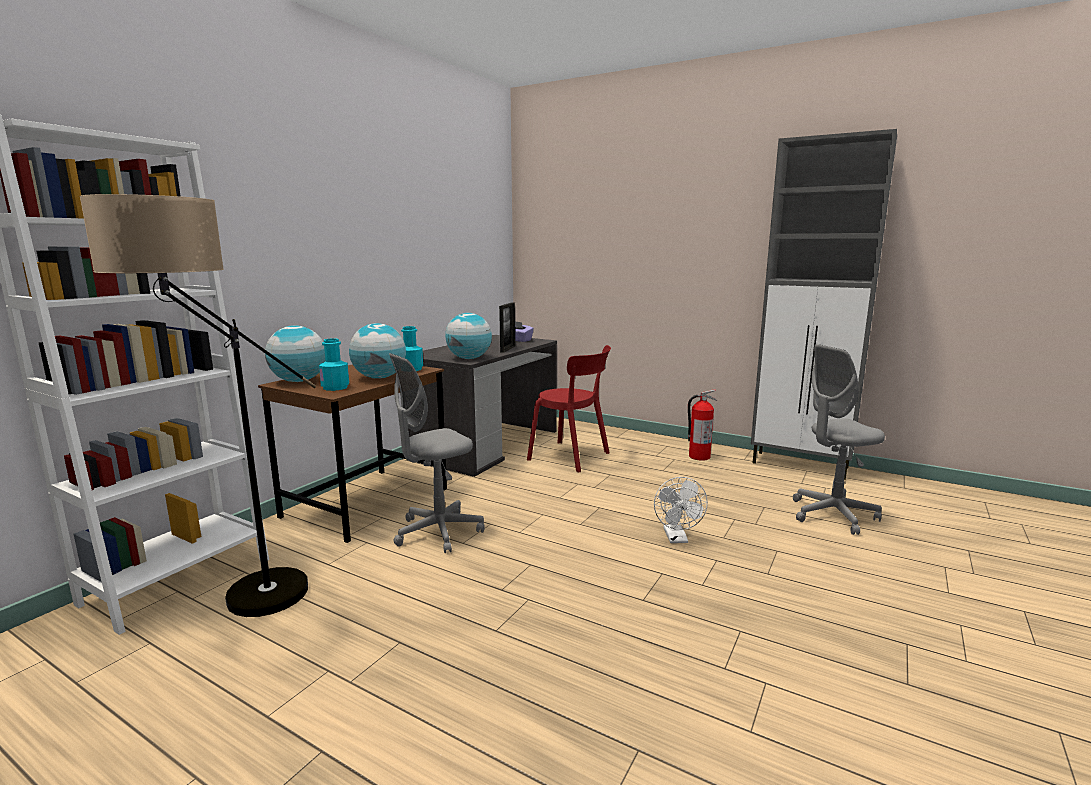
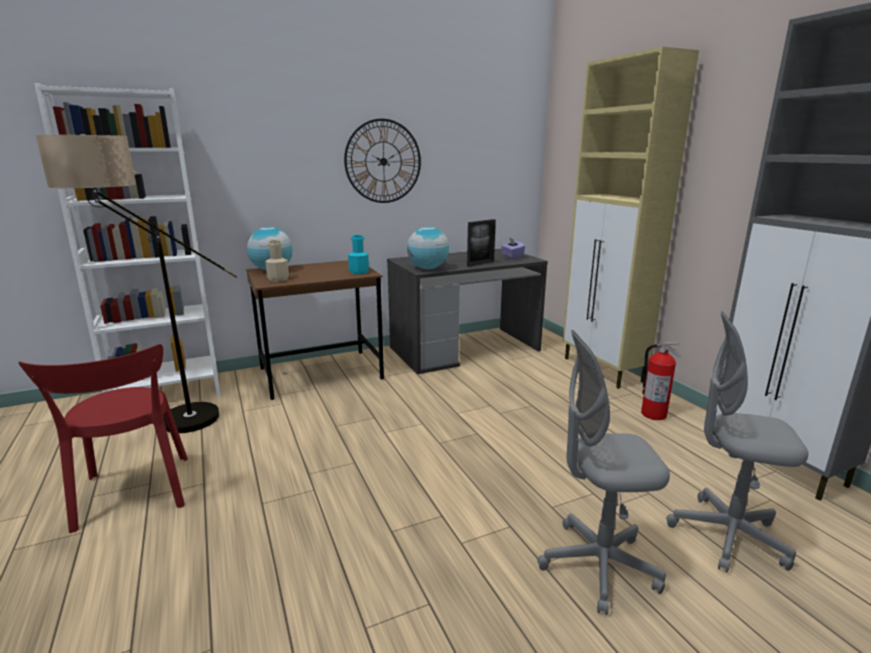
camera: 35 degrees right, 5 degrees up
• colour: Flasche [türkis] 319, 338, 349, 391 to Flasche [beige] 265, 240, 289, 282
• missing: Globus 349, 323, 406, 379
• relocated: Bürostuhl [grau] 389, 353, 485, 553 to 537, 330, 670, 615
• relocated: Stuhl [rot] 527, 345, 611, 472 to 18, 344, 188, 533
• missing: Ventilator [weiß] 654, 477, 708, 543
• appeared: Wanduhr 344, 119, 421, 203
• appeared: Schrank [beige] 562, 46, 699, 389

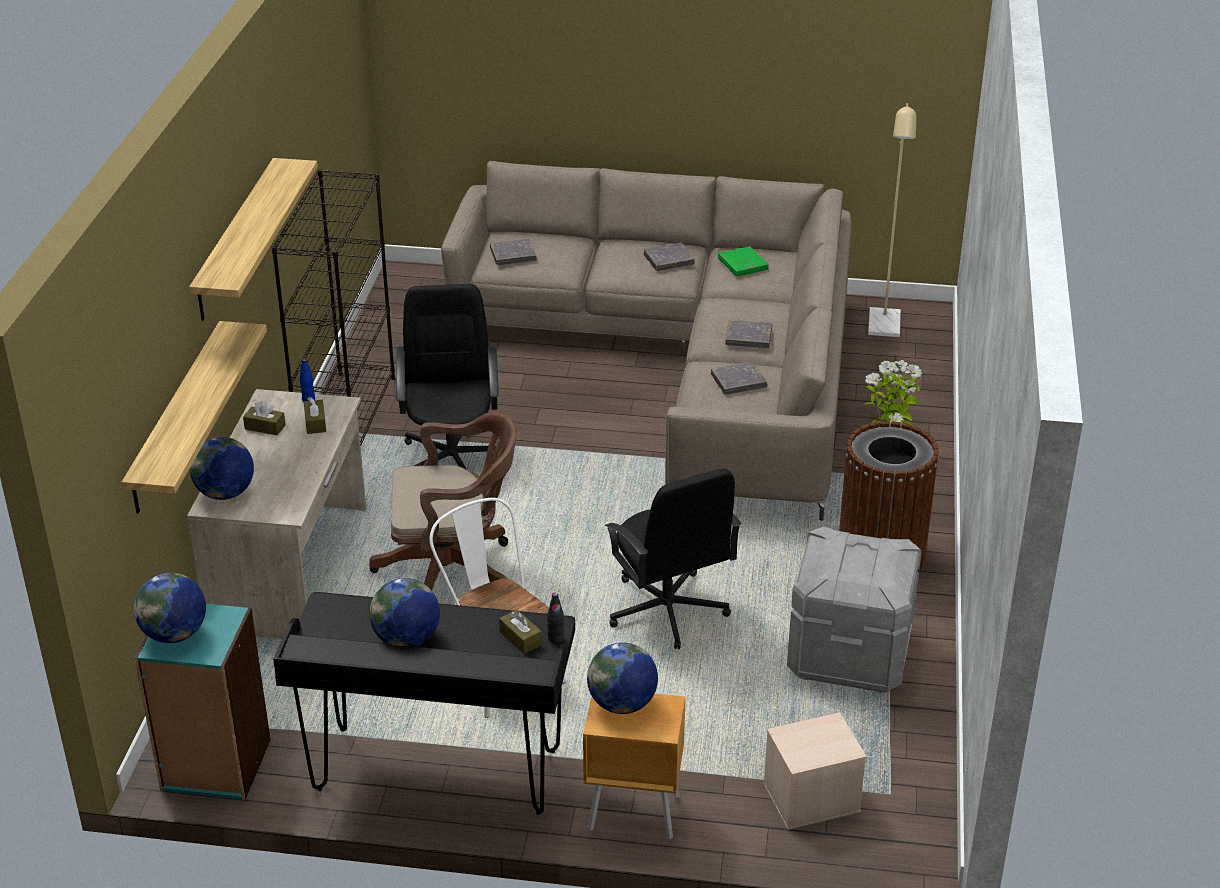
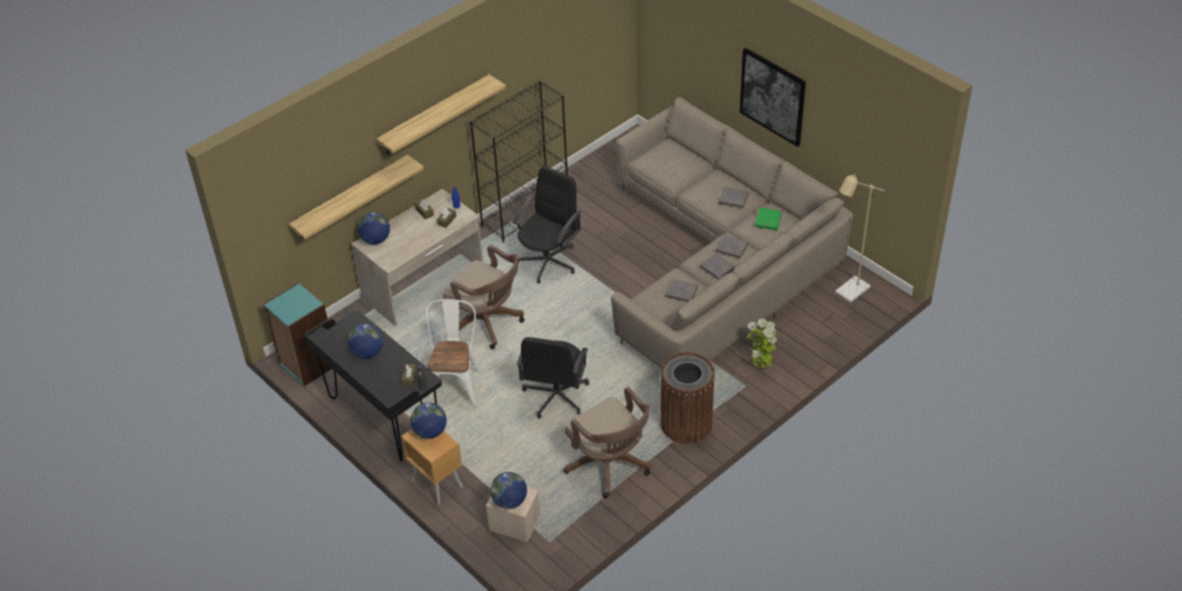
camera: 40 degrees right, 10 degrees up
• relocated: Globus 134, 573, 206, 643 to 490, 472, 527, 509
• relocated: Buch [grau] 490, 239, 537, 265 to 716, 235, 748, 259
• exchanged: Aufbewahrungsbox [grau] 787, 526, 922, 693 to Bürostuhl [braun] 564, 387, 651, 498
• appeared: Bild 740, 48, 806, 147

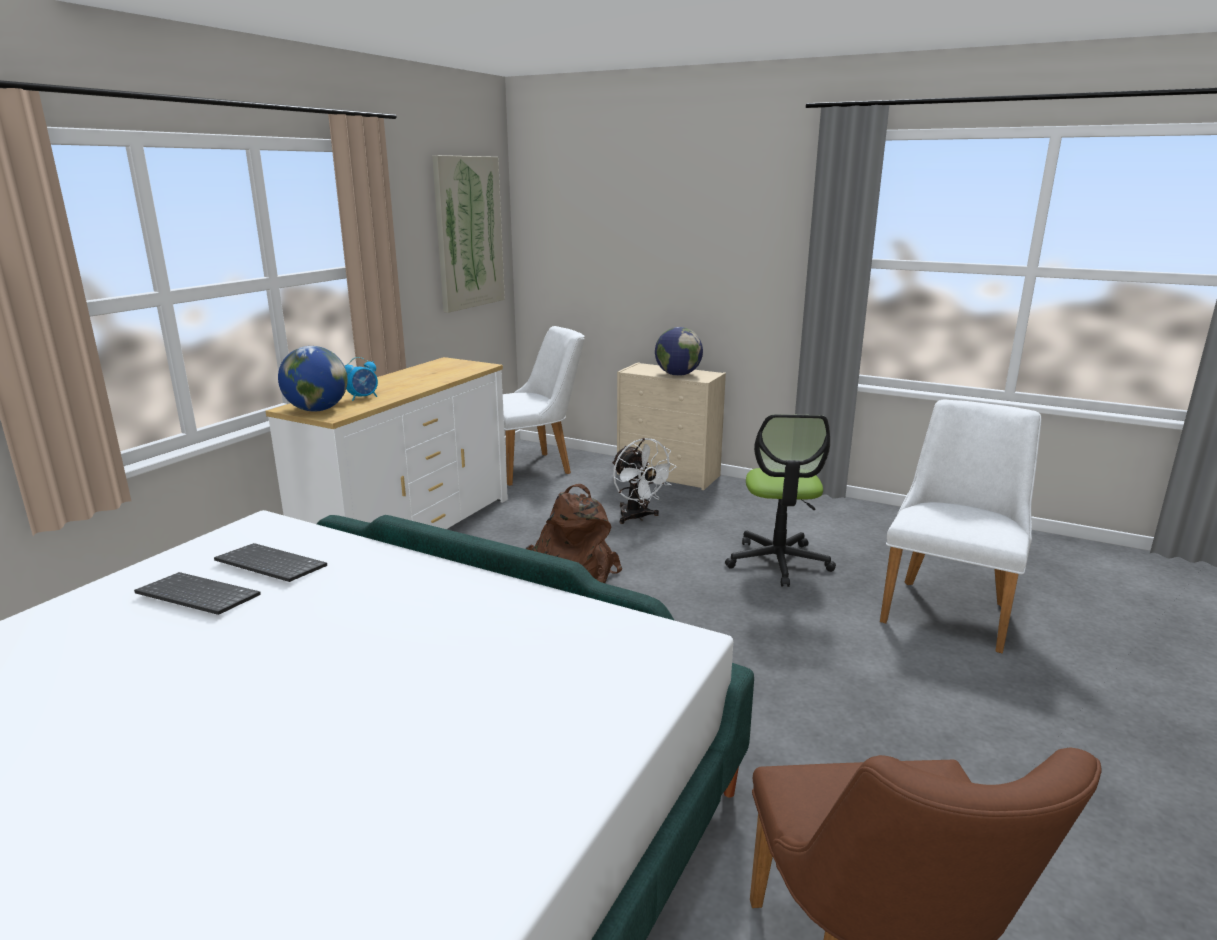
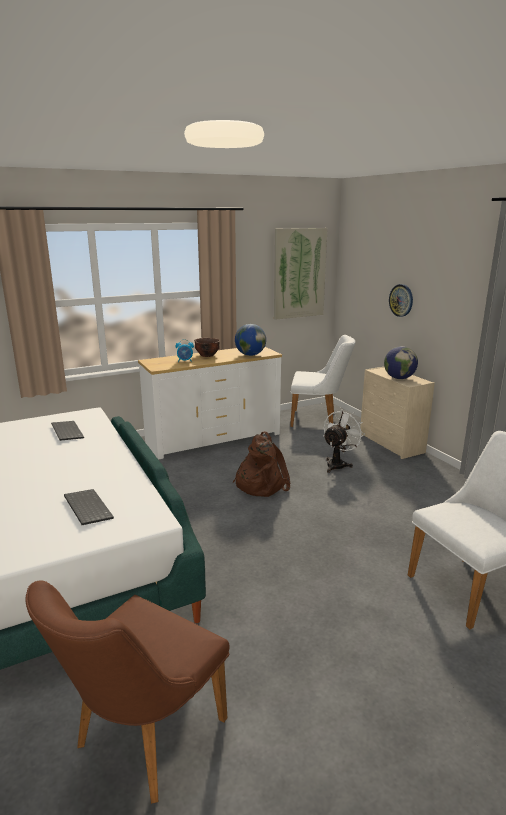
camera: 35 degrees right, 0 degrees up
• relocated: Tastatur 134, 572, 261, 615 to 64, 489, 114, 525
• relocated: Globus 278, 346, 348, 412 to 235, 324, 266, 356
• spun: Ventilator [weiß] 612, 438, 677, 524 = 323, 409, 365, 473 150 degrees counterclockwise
• missing: Bürostuhl 725, 414, 836, 587
• appeared: Schüssel [braun] 194, 338, 220, 357
• appeared: Wanduhr 389, 284, 413, 317

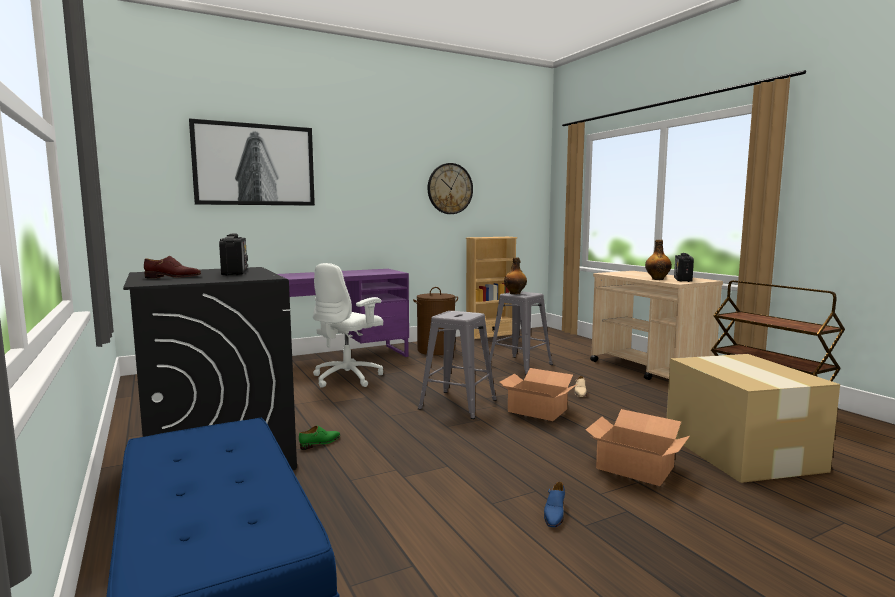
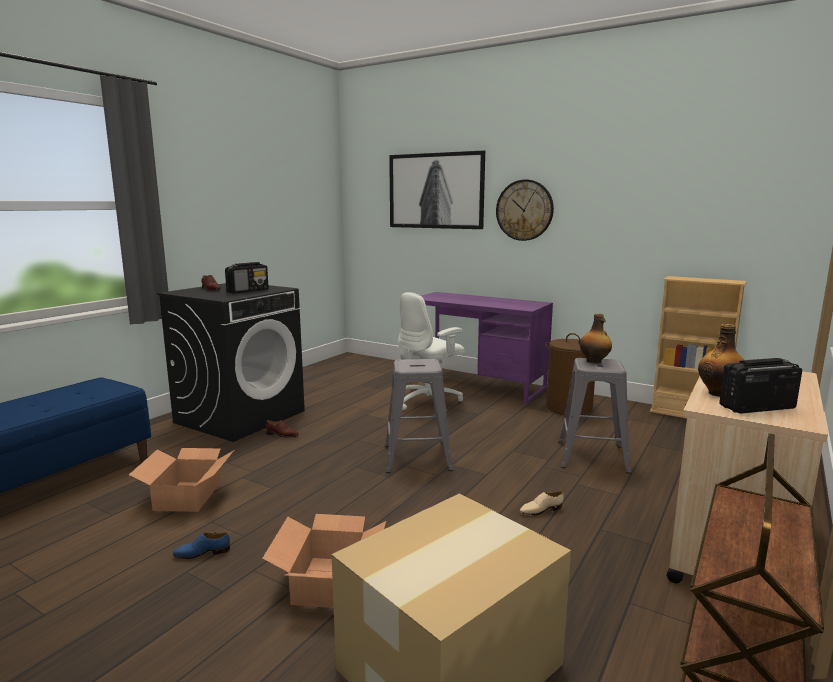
camera: 60 degrees right, 5 degrees up
• colour: Schuh [grün] 299, 425, 340, 450 to Schuh [braun] 266, 420, 299, 438
• spun: Bürostuhl [weiß] 313, 263, 383, 388 = 397, 292, 465, 411 45 degrees counterclockwise
• relocated: Wanduhr 428, 163, 473, 214 to 496, 179, 554, 241
• relocated: Karton 500, 368, 577, 421 to 129, 448, 234, 512

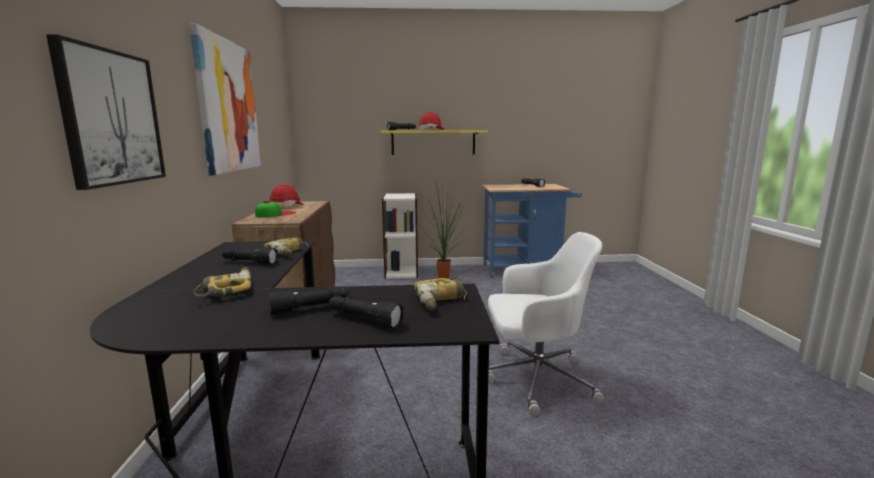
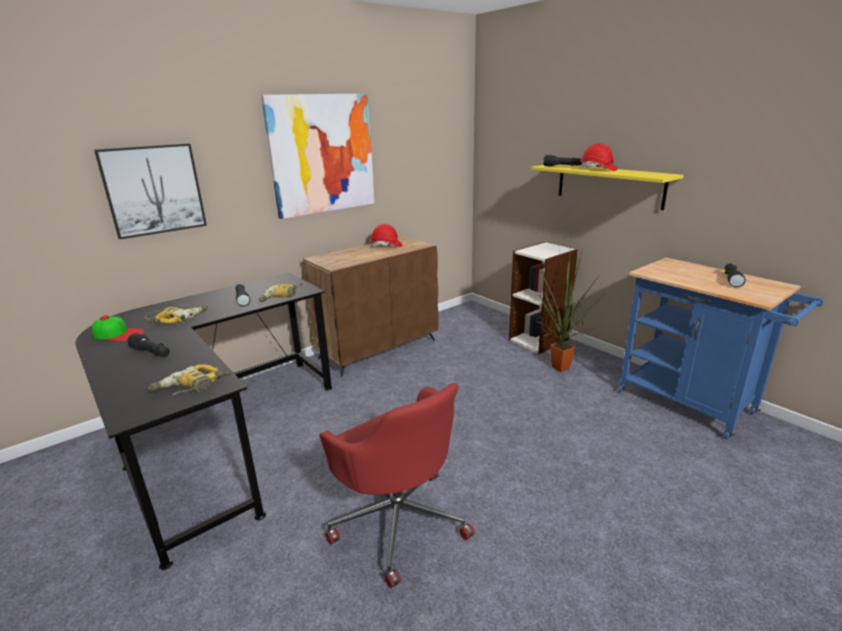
camera: 55 degrees right, 10 degrees up
• relocated: Kappe 255, 200, 296, 218 to 92, 315, 144, 341
• missing: Taschenlampe [schwarz] 329, 296, 404, 329
• colour: Bürostuhl [weiß] 488, 232, 604, 416 to Bürostuhl [rot] 319, 383, 475, 588

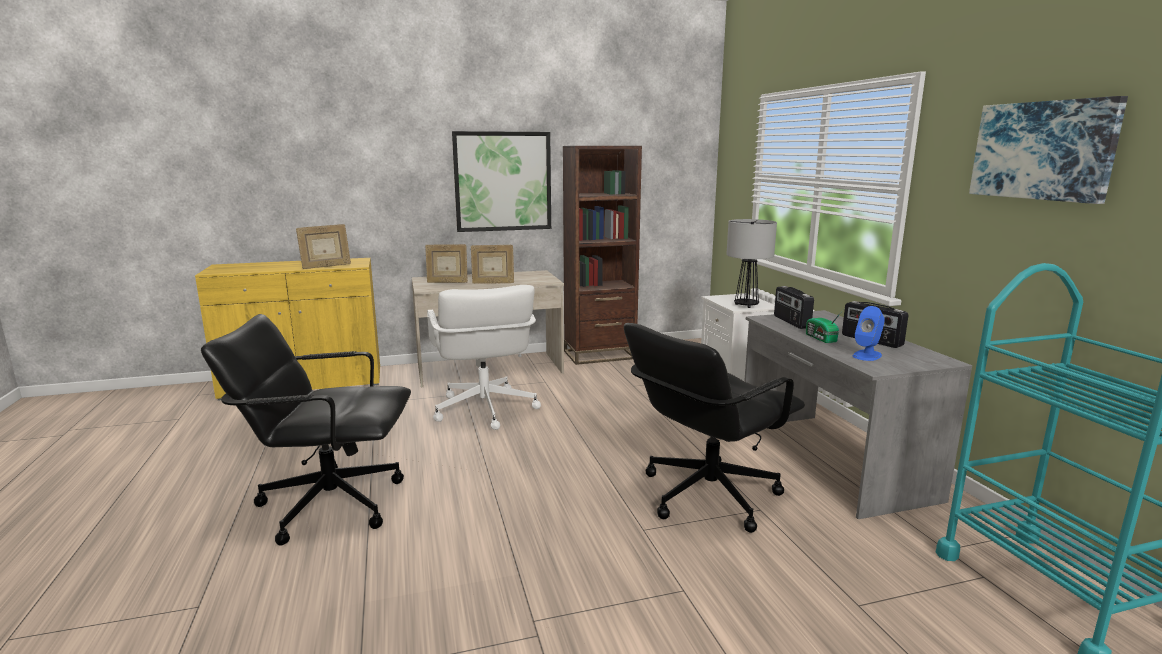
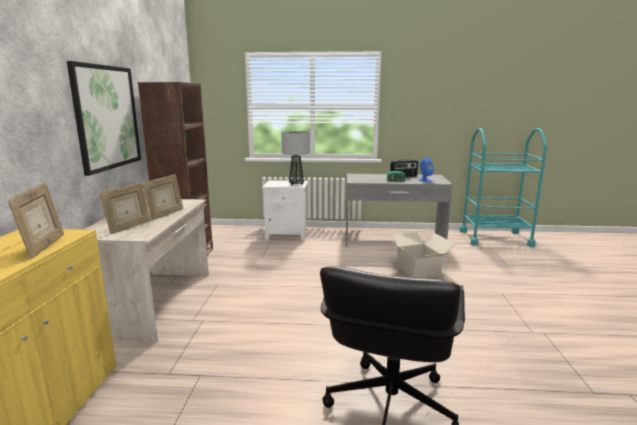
camera: 70 degrees left, 0 degrees up
• missing: Bürostuhl [weiß] 427, 285, 541, 430
• exchanged: Bürostuhl [schwarz] 624, 323, 805, 533 to Karton 388, 232, 454, 278
• missing: Radio 774, 286, 814, 329
• missing: Bild 969, 96, 1128, 204

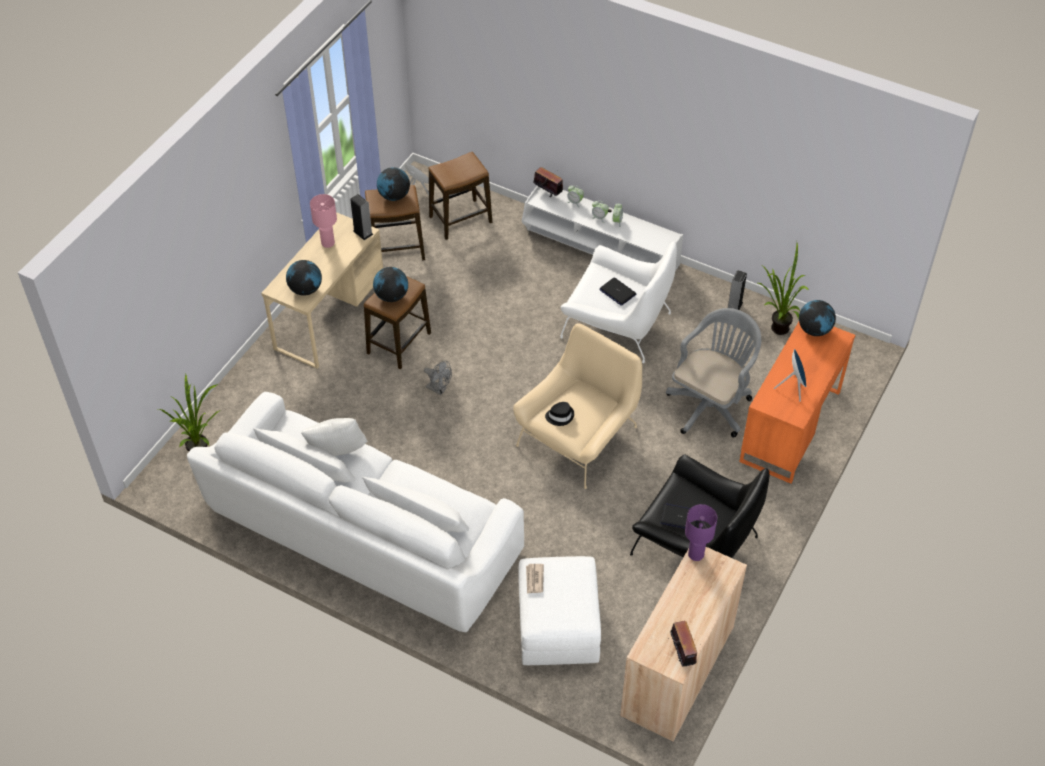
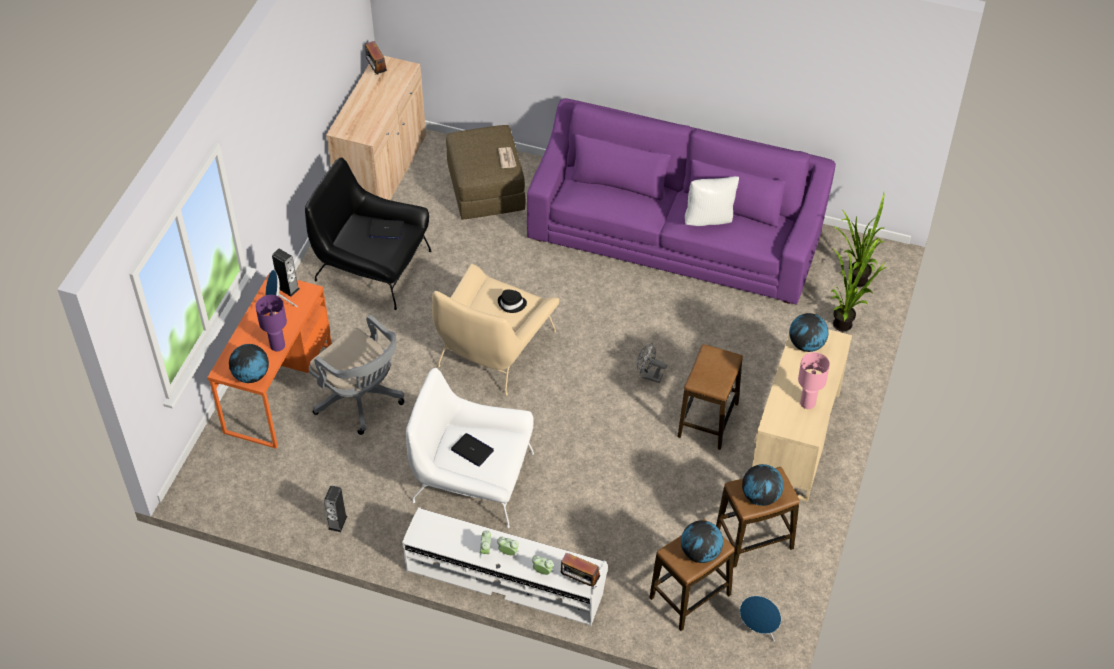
camera: 170 degrees right, 0 degrees up
• colour: Sofa [weiß] 187, 392, 524, 632 to Sofa [lila] 527, 98, 836, 305
• relocated: Lautsprecher 350, 194, 373, 240 to 272, 248, 300, 297
• relocated: Globus 373, 267, 408, 302 to 681, 520, 723, 563
• colour: Polsterhocker [weiß] 518, 556, 601, 665 to Polsterhocker [braun] 446, 125, 525, 219
• spun: Bürostuhl [grau] 666, 308, 761, 438 = 309, 315, 404, 435 75 degrees counterclockwise
• relocated: Tischlampe [lila] 685, 504, 717, 561 to 256, 295, 287, 351
• relocated: Topfpflanze 758, 243, 809, 335 to 831, 238, 888, 332

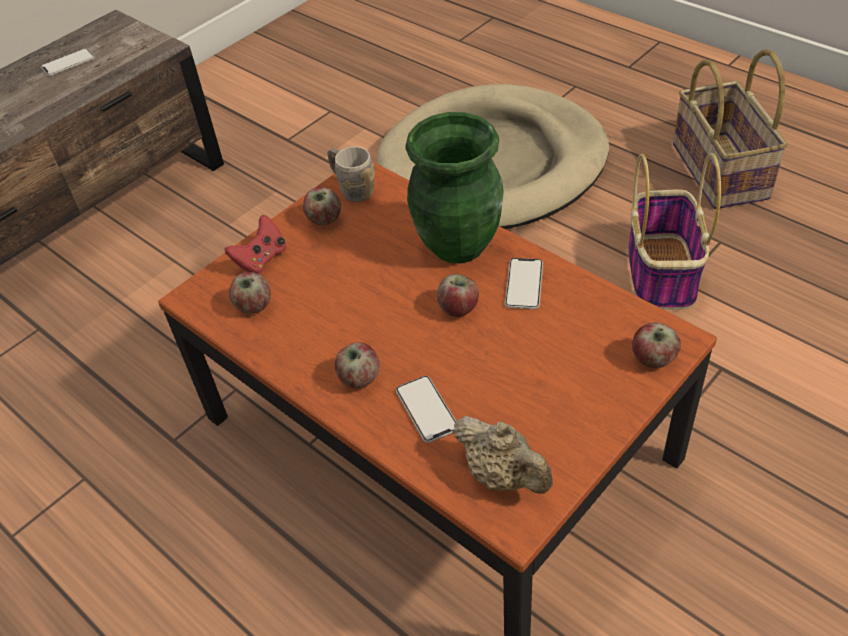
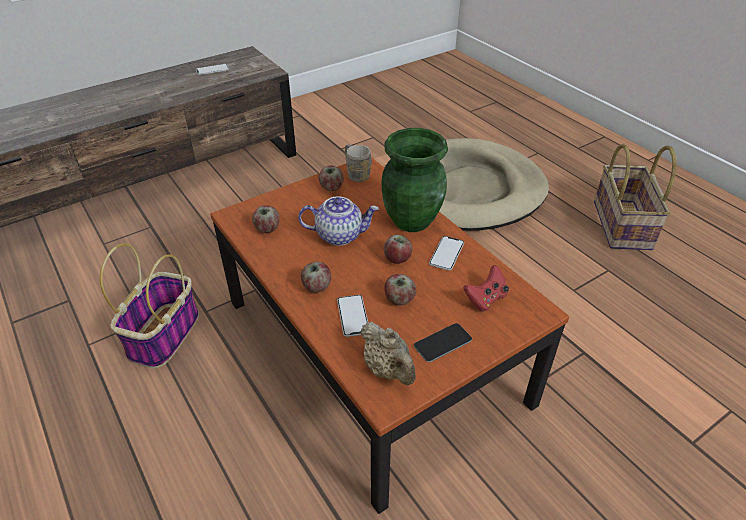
camera: 10 degrees right, 5 degrees down
• relocated: Gamepad [rot] 225, 215, 286, 274 to 463, 265, 509, 312
• relocated: Korb 628, 153, 721, 310 to 100, 243, 199, 369
• relocated: Apfel 632, 322, 681, 368 to 384, 274, 416, 305
• appeared: Teekanne 298, 196, 379, 246
• appeared: Handy 414, 323, 472, 362

